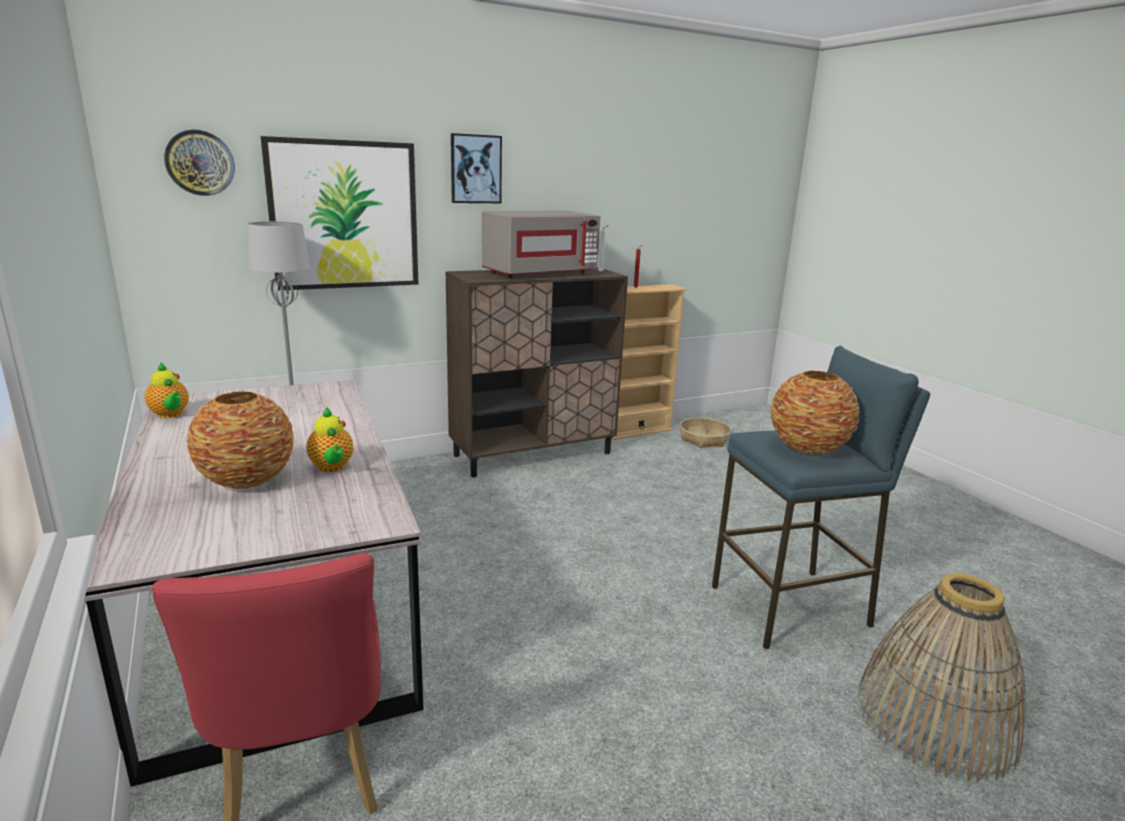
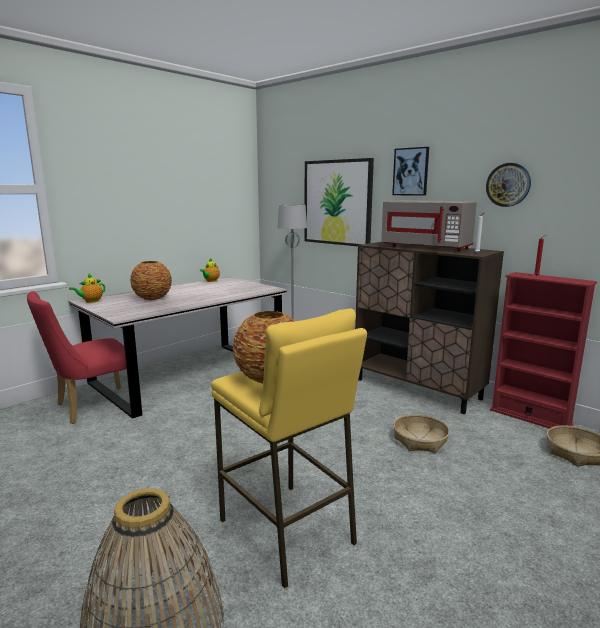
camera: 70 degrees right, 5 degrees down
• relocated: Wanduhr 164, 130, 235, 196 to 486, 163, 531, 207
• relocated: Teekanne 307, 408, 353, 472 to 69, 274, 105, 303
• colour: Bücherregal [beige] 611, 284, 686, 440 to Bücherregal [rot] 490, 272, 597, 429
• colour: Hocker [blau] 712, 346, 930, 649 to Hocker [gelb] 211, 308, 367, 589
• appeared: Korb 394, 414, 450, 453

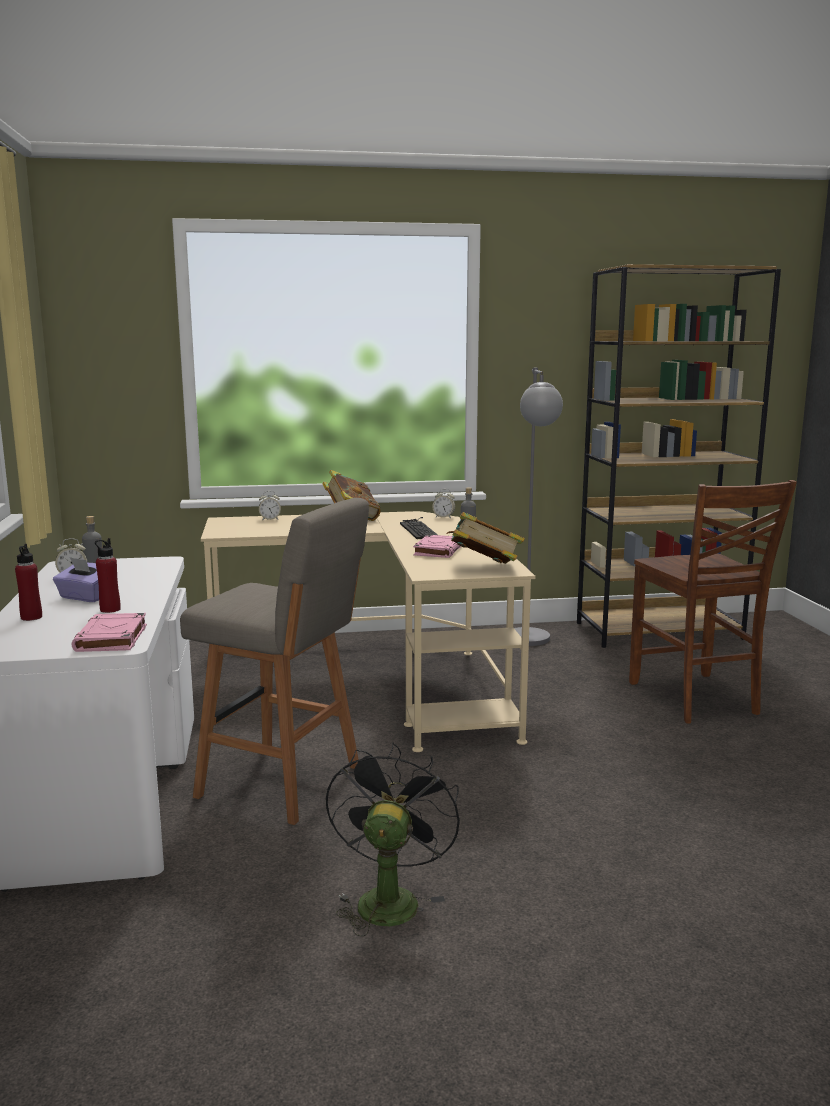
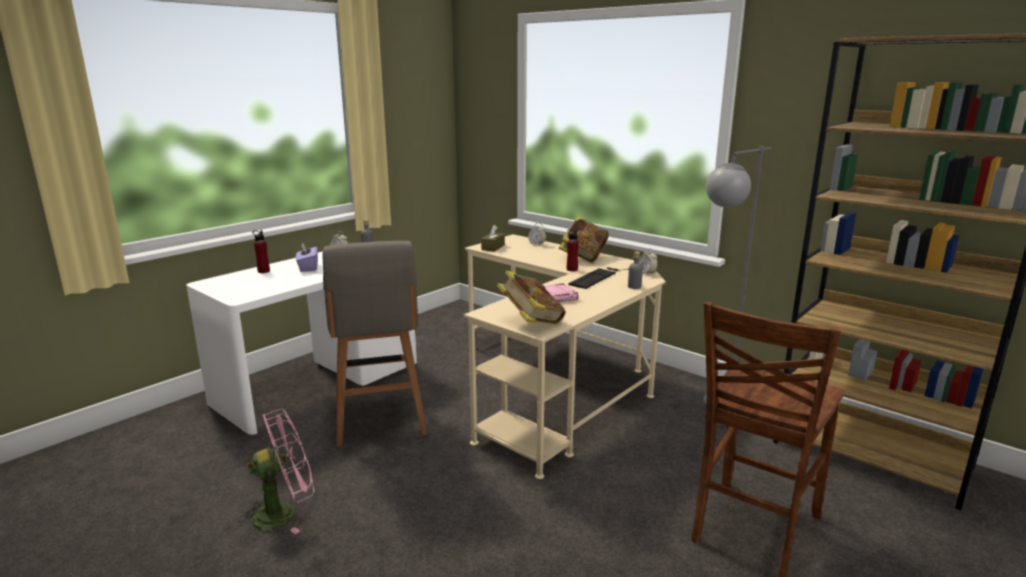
camera: 50 degrees right, 5 degrees up
• missing: Buch [rosa] 72, 613, 147, 652
• relocated: Flasche [rot] 95, 538, 121, 613 to 567, 229, 579, 271
• colour: Ventilator [schwarz] 326, 743, 460, 937 to Ventilator [rosa] 238, 409, 314, 534
• appeared: Taschentuchbox [braun] 481, 225, 505, 252

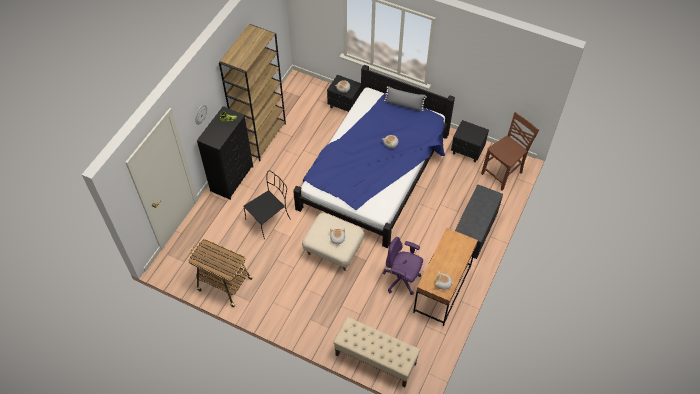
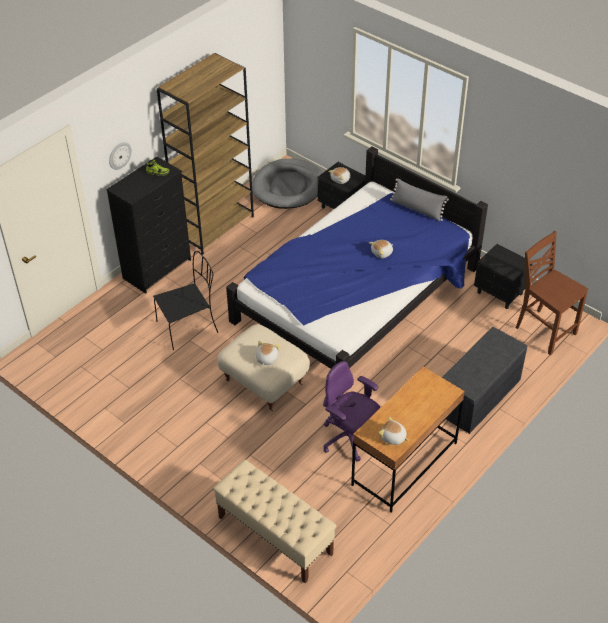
camera: 15 degrees right, 10 degrees down
• missing: Rollwagen 188, 239, 255, 307
• spun: Stuhl [braun] 481, 112, 539, 191 = 516, 231, 588, 355 105 degrees counterclockwise
• appeared: Hundebett [grau] 252, 159, 322, 209

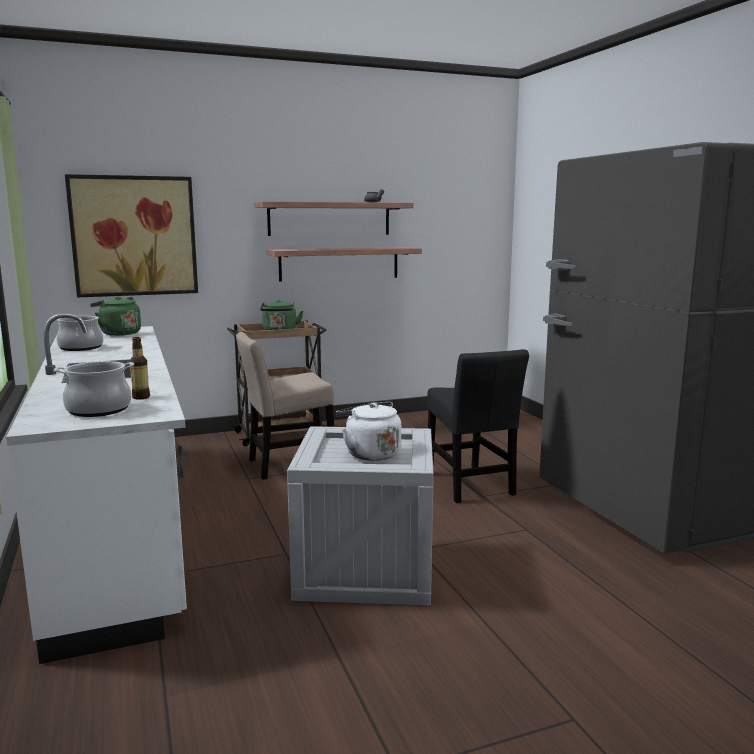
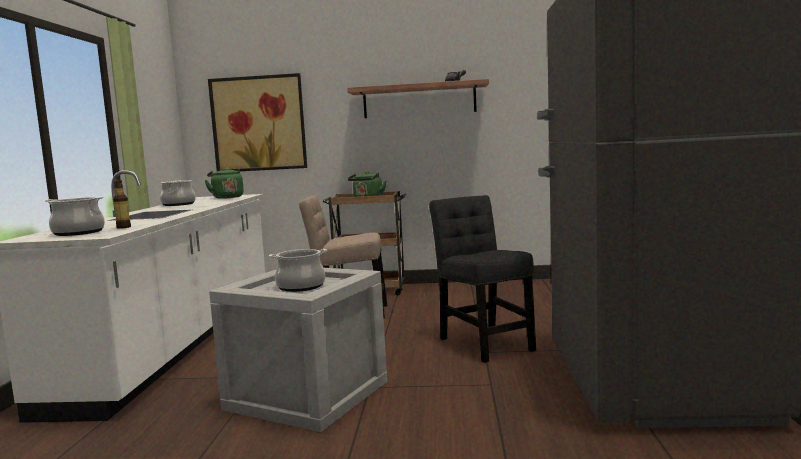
camera: 25 degrees right, 5 degrees down
• missing: Wandregal 266, 247, 422, 281
• exchanged: Wasserkessel [weiß] 336, 402, 401, 461 to Kochtopf 269, 249, 327, 292
• spun: Stuhl [schwarz] 427, 349, 529, 503 = 429, 195, 536, 363 150 degrees clockwise

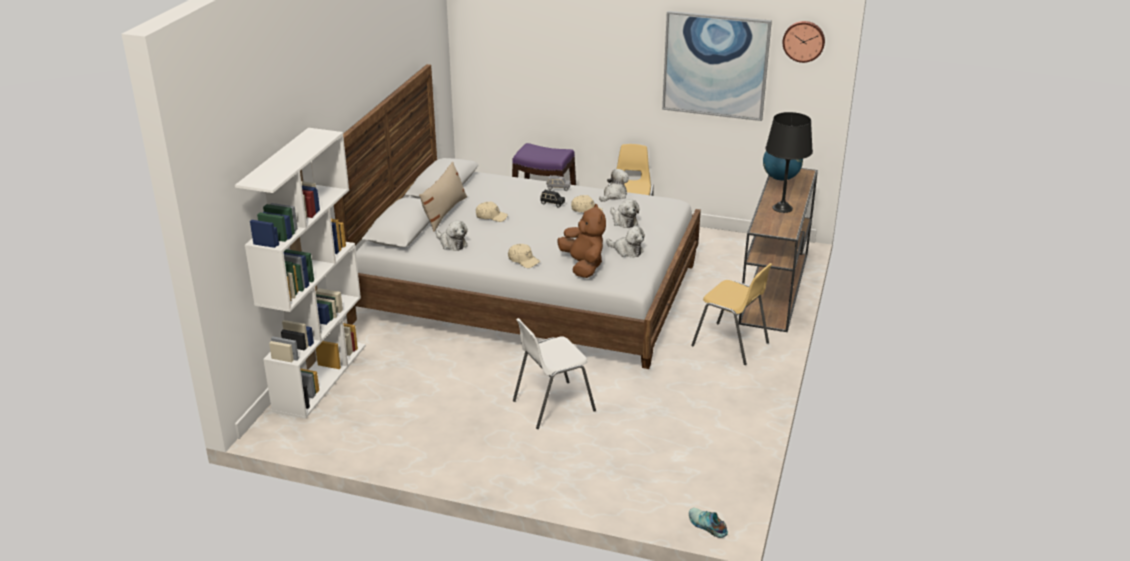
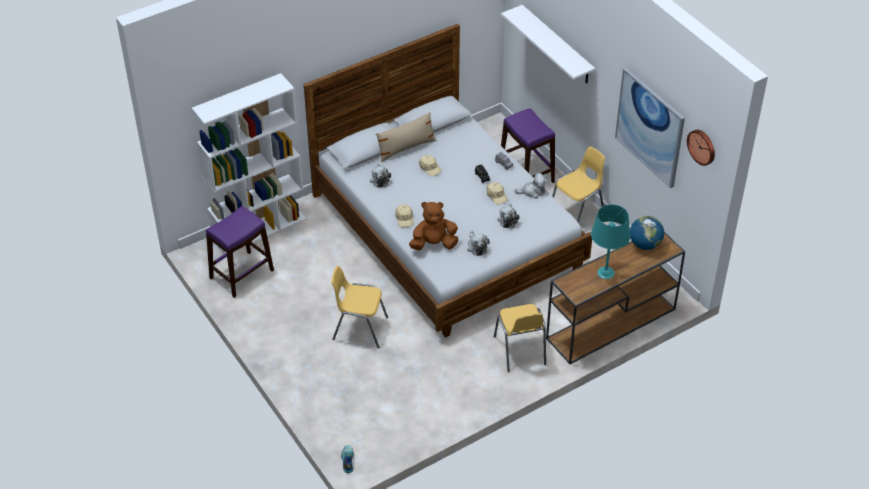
camera: 40 degrees right, 15 degrees up
• colour: Stuhl [weiß] 513, 318, 596, 429 to Stuhl [gelb] 331, 266, 388, 348
• spun: Plüschtier [braun] 558, 204, 606, 278 = 409, 202, 458, 250 120 degrees counterclockwise
• colour: Tischlampe [schwarz] 765, 112, 813, 213 to Tischlampe [türkis] 591, 205, 630, 279
• appeared: Hocker [lila] 206, 206, 274, 298
• appeared: Wandregal [weiß] 501, 5, 595, 83

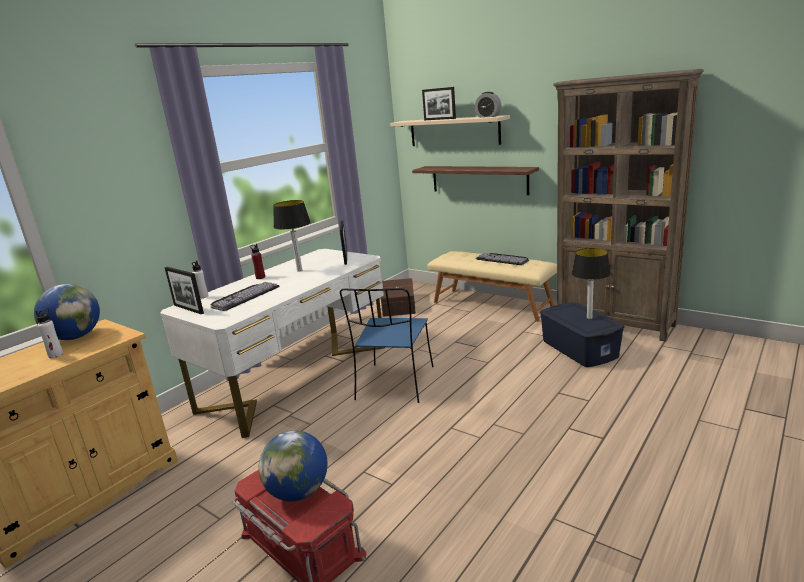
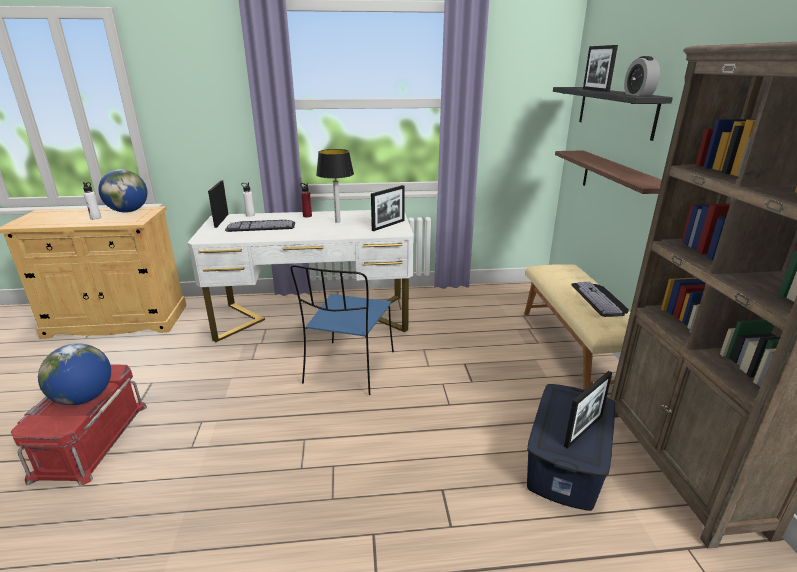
camera: 45 degrees right, 5 degrees up
• spun: Stuhl [blau] 340, 288, 434, 403 = 290, 265, 394, 395 45 degrees counterclockwise
• missing: Aufbewahrungsbox [braun] 381, 278, 416, 317
• colour: Wandregal [beige] 390, 115, 510, 146 to Wandregal [schwarz] 553, 87, 673, 141
• exchanged: Tischlampe 571, 248, 611, 319 to Bilderrahmen 564, 371, 612, 449

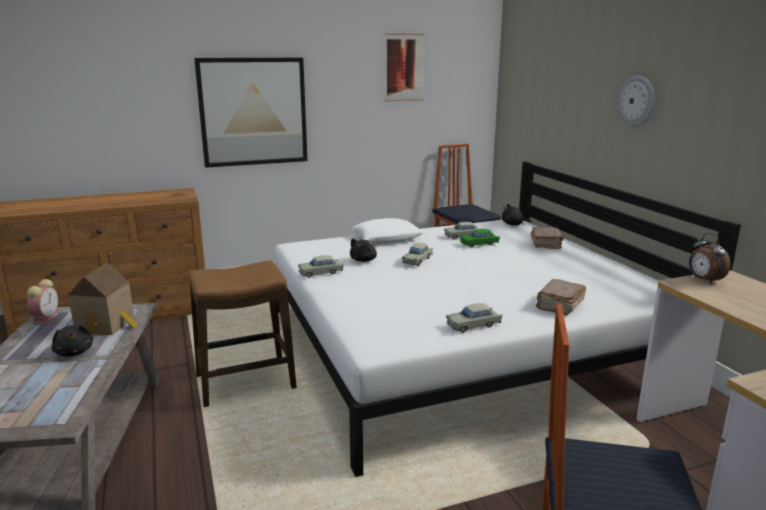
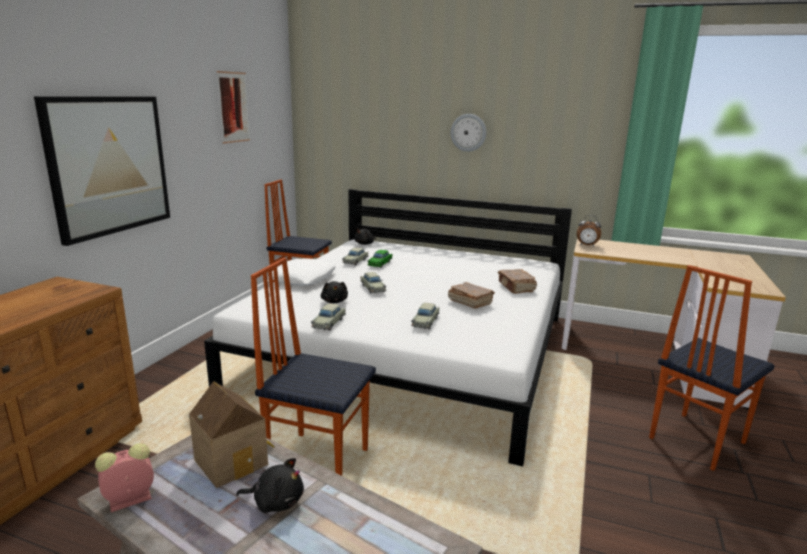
camera: 50 degrees left, 0 degrees up
• spun: Wecker 27, 279, 58, 324 = 95, 443, 154, 512 75 degrees counterclockwise
• exchanged: Hocker 188, 260, 297, 407 to Stuhl 251, 258, 376, 476
• relocated: Spielzeugauto [beige] 446, 303, 502, 333 to 411, 303, 439, 329
• relocated: Buch [braun] 531, 226, 564, 249 to 448, 282, 495, 309

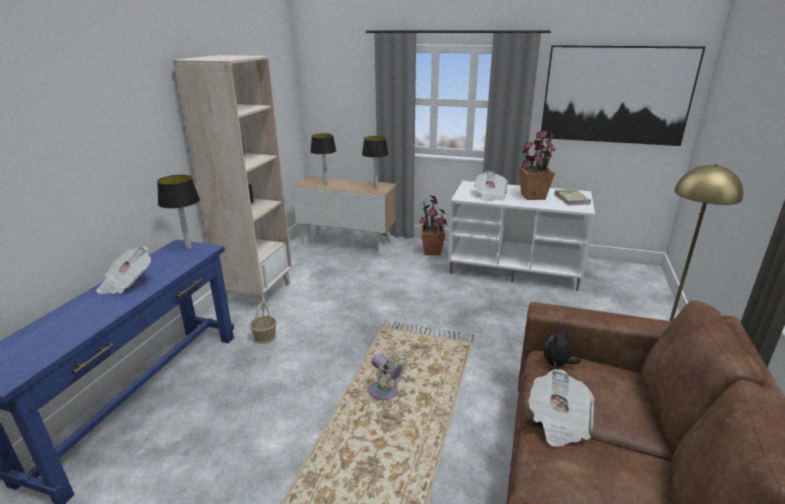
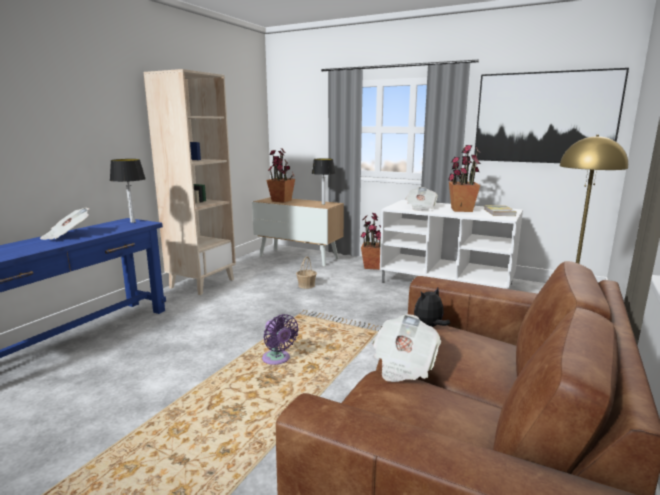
camera: 10 degrees right, 10 degrees down
• relocated: Korb 249, 303, 277, 344 to 296, 256, 317, 289
• exchanged: Tischlampe 310, 133, 337, 185 to Topfpflanze 267, 148, 295, 203
• colour: Ventilator [beige] 369, 350, 408, 400 to Ventilator [lila] 262, 314, 299, 365

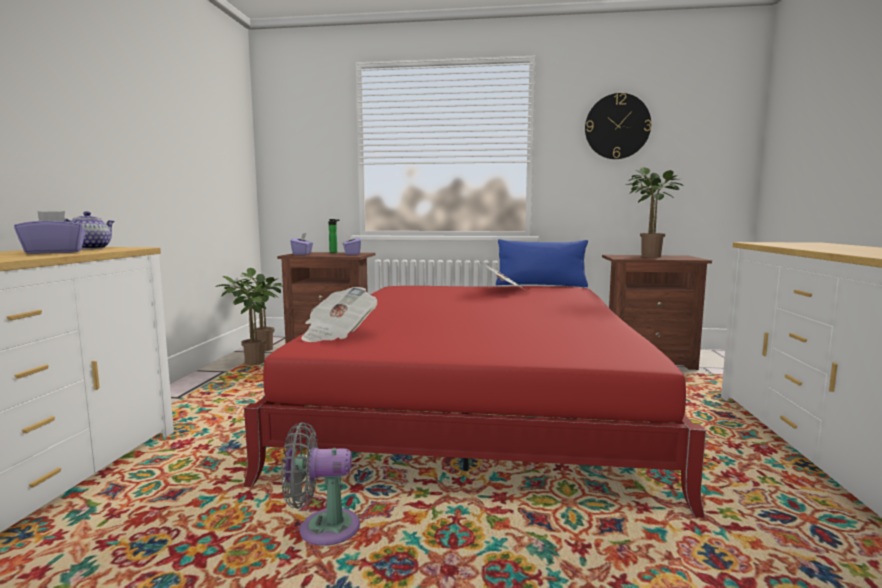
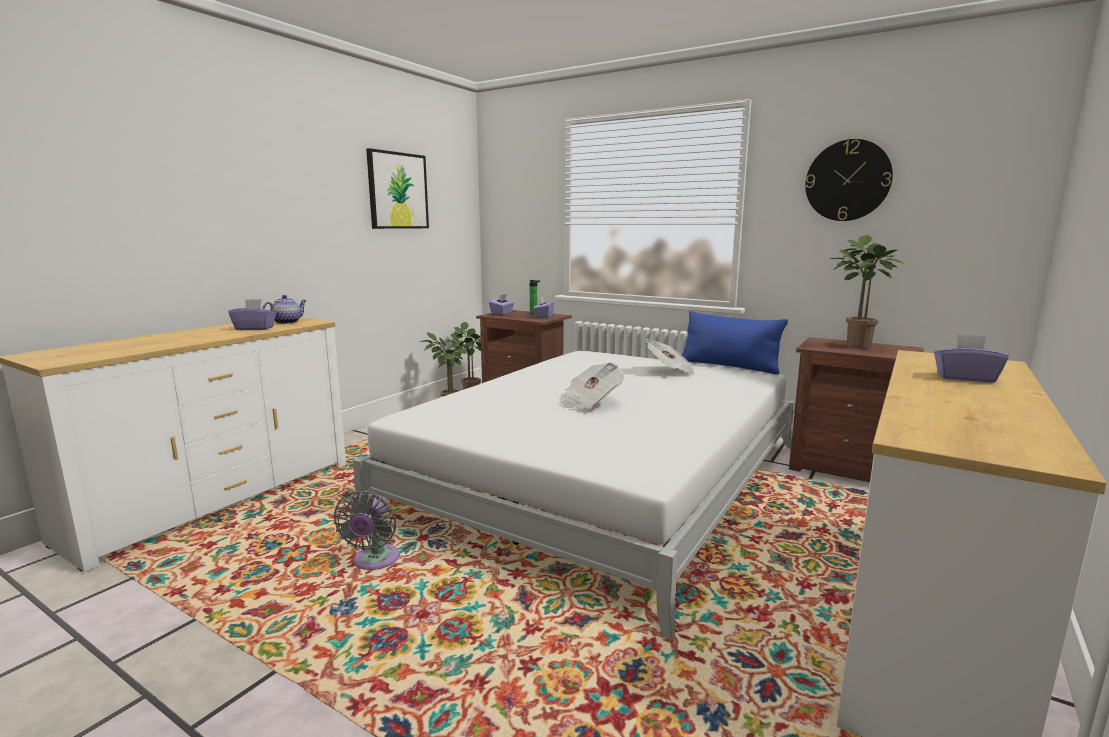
camera: 25 degrees right, 5 degrees up
• colour: Bett [rot] 243, 286, 706, 518 to Bett [weiß] 353, 351, 795, 639
• spun: Ventilator [grau] 281, 422, 360, 546 = 333, 490, 400, 570 105 degrees counterclockwise
• relocated: Zeitung 301, 287, 377, 342 to 559, 363, 624, 409
• appeared: Bild 366, 148, 429, 229
• appeared: Taschentuchbox [lila] 934, 334, 1009, 383

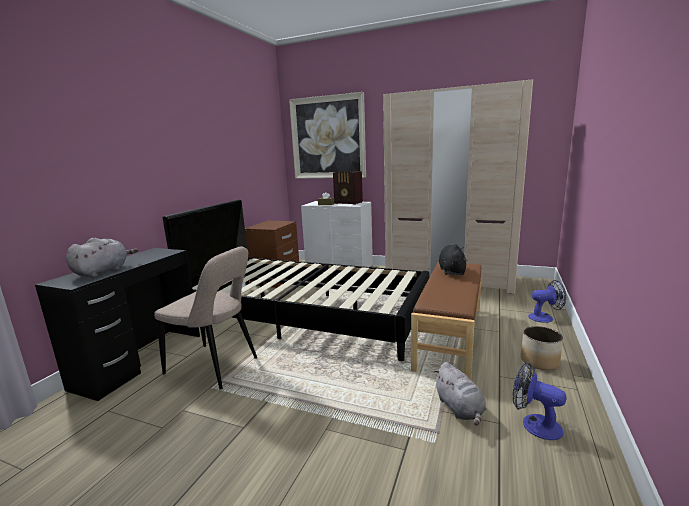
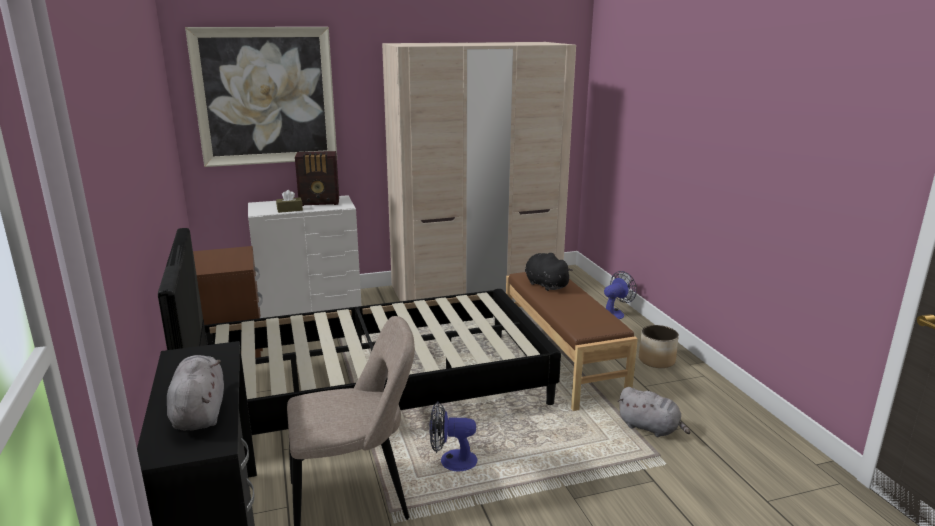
camera: 40 degrees left, 5 degrees up
• relocated: Ventilator 513, 362, 566, 440 to 429, 402, 477, 471

